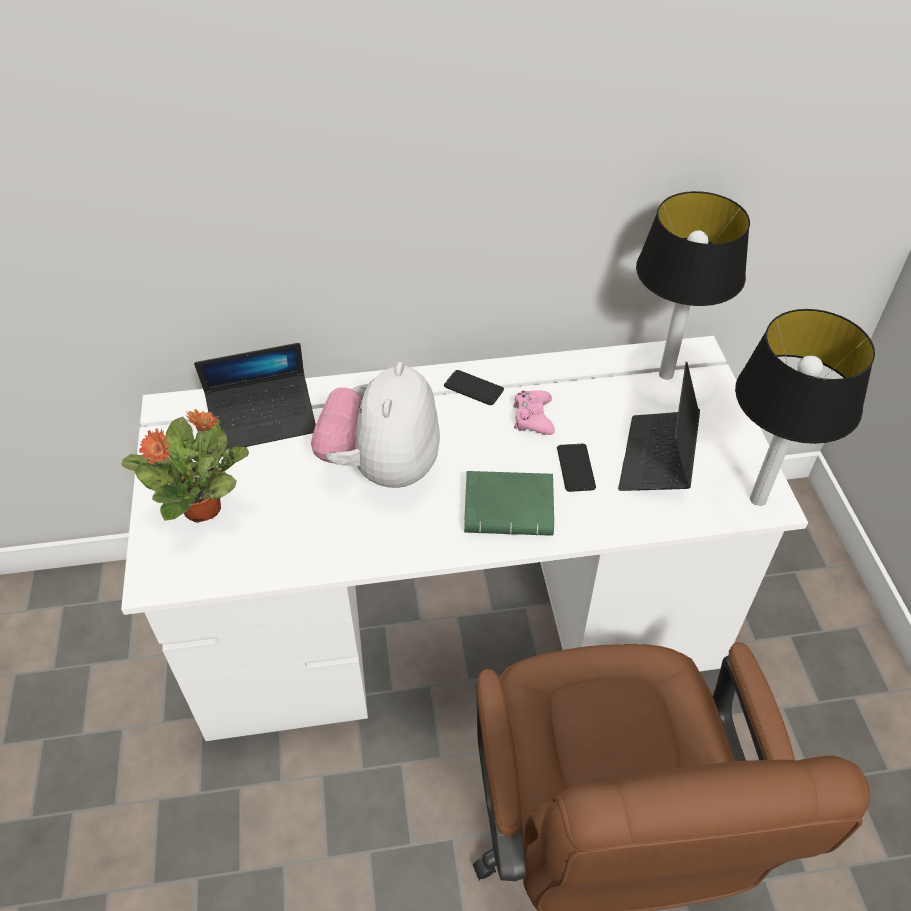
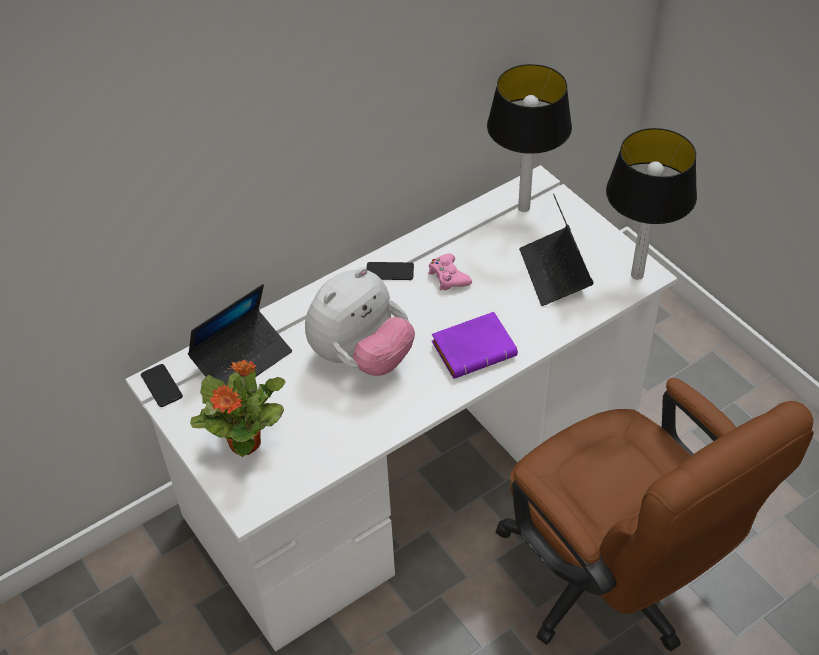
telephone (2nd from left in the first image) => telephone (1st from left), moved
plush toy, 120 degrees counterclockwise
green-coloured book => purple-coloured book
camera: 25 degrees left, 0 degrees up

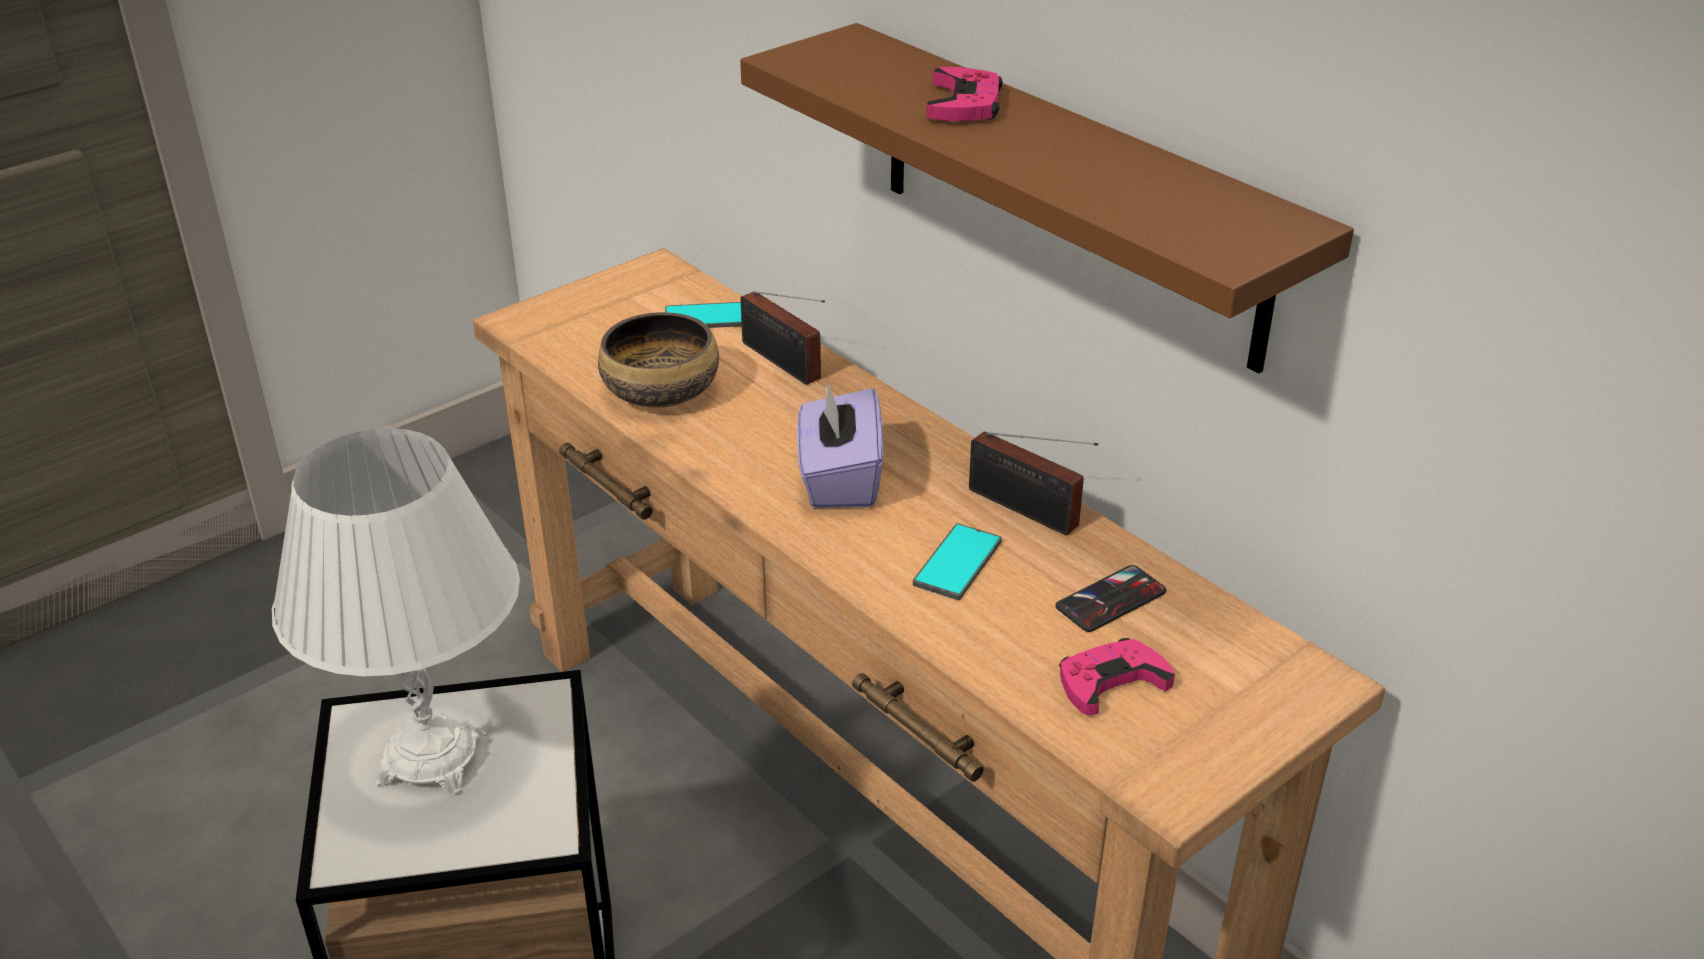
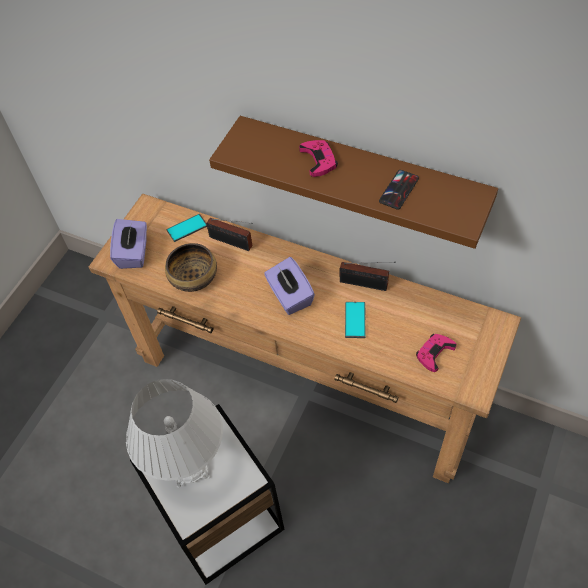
nothing => purple-coloured box of tissues (1st from left)
telephone (3rd from left), moved
camera: 20 degrees left, 20 degrees up

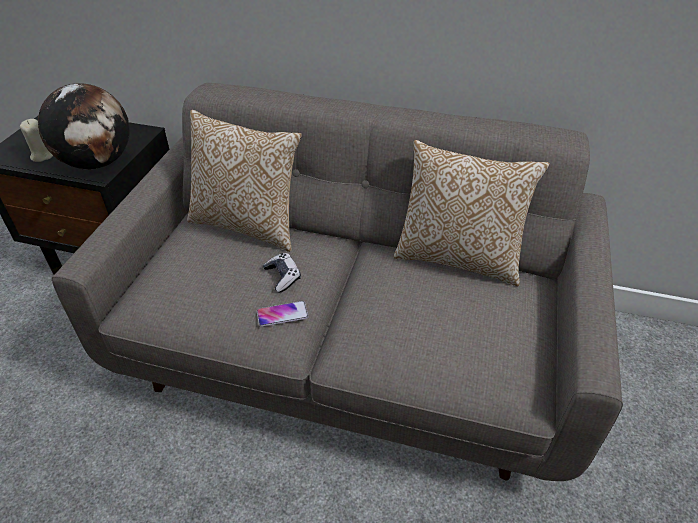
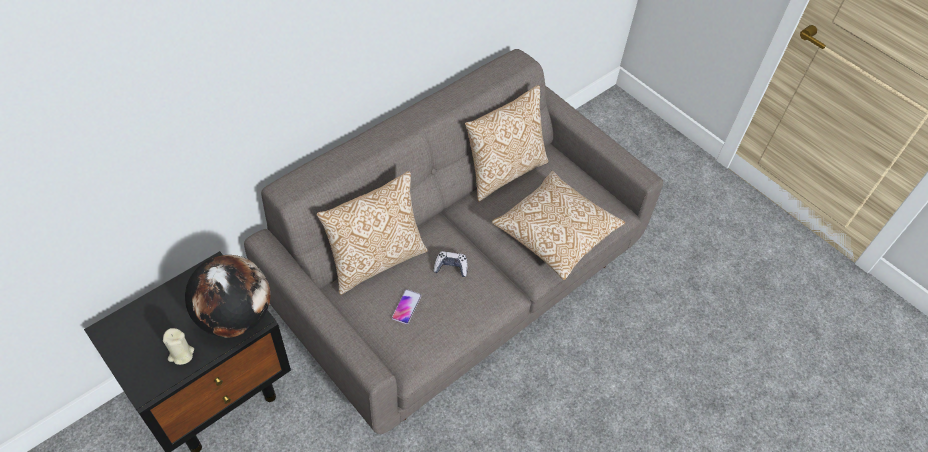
telephone, moved
nothing => pillow (3rd from left)
camera: 60 degrees left, 10 degrees up

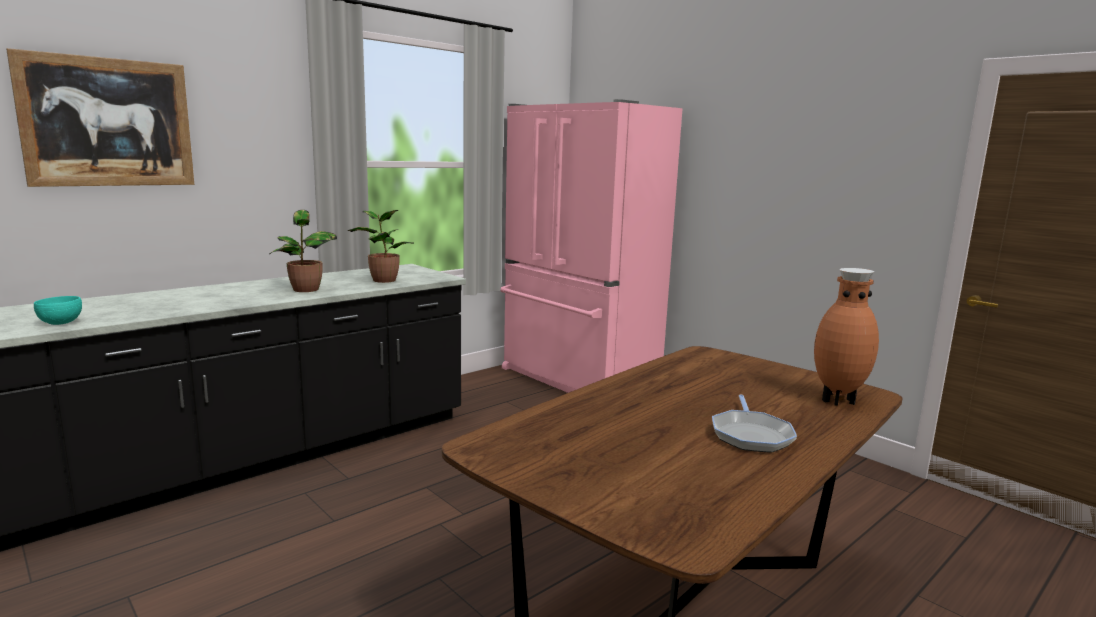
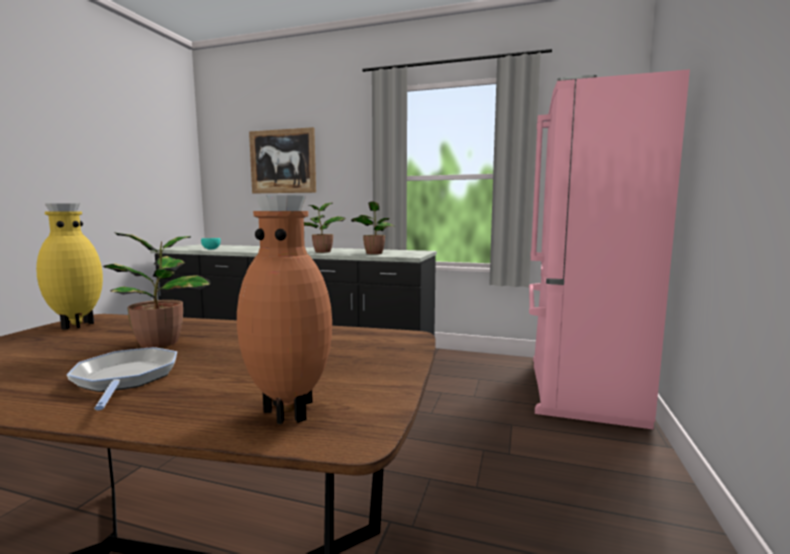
nothing => yellowish flower vase
pan, 90 degrees clockwise
nothing => potted plant (1st from left)
camera: 60 degrees right, 5 degrees down

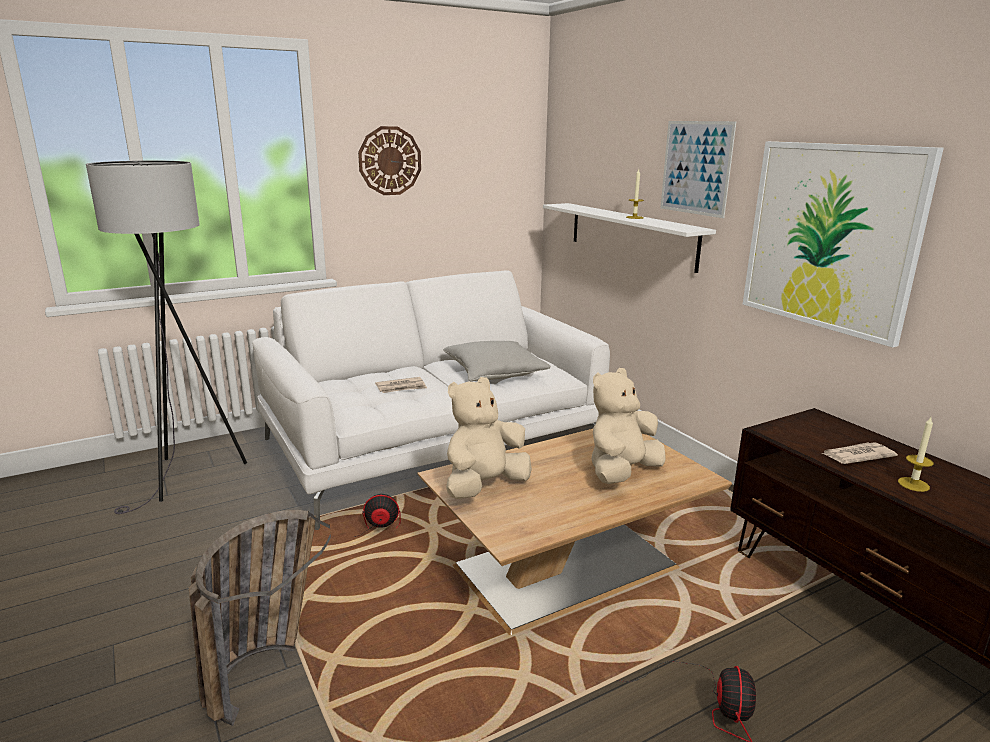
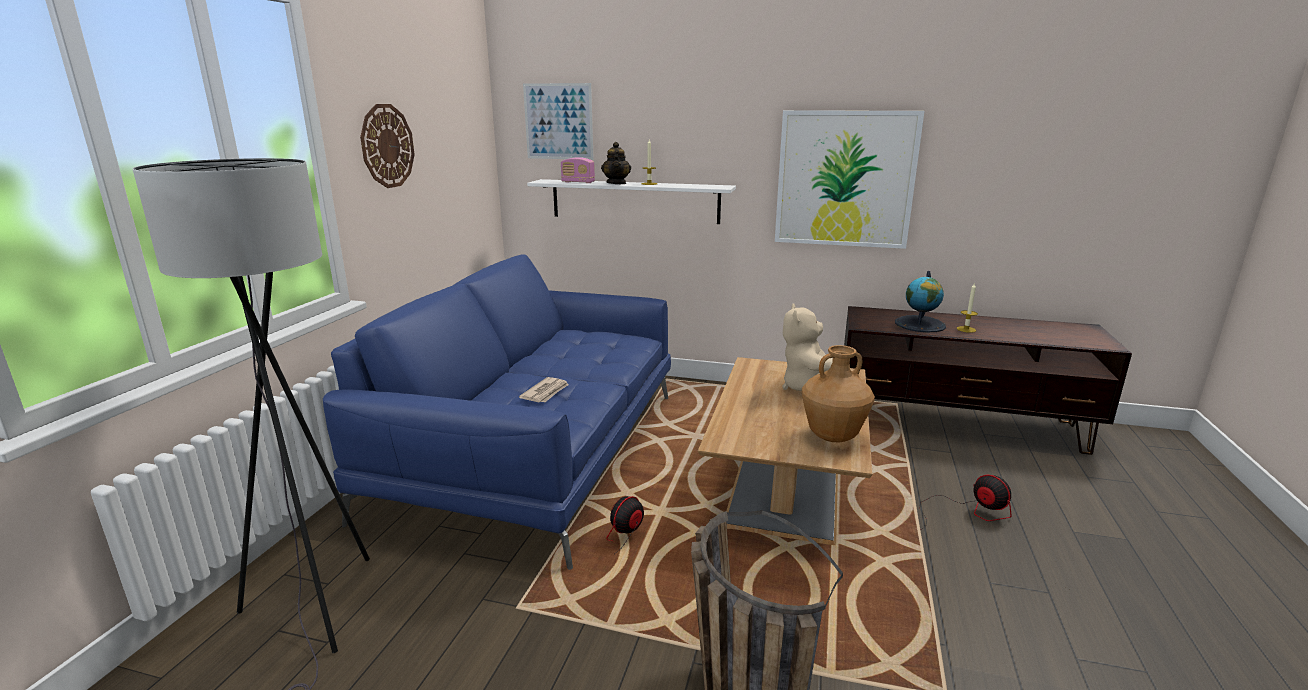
whitish settee => blue-coloured settee
wall art (1st from left), moved
nothing => radio receiver
nothing => tea pot
nothing => brownish flower vase
daily paper (2nd from left) => world globe
gray pillow => nothing
sand-coloured plush toy (1st from left) => nothing
camera: 45 degrees left, 0 degrees up

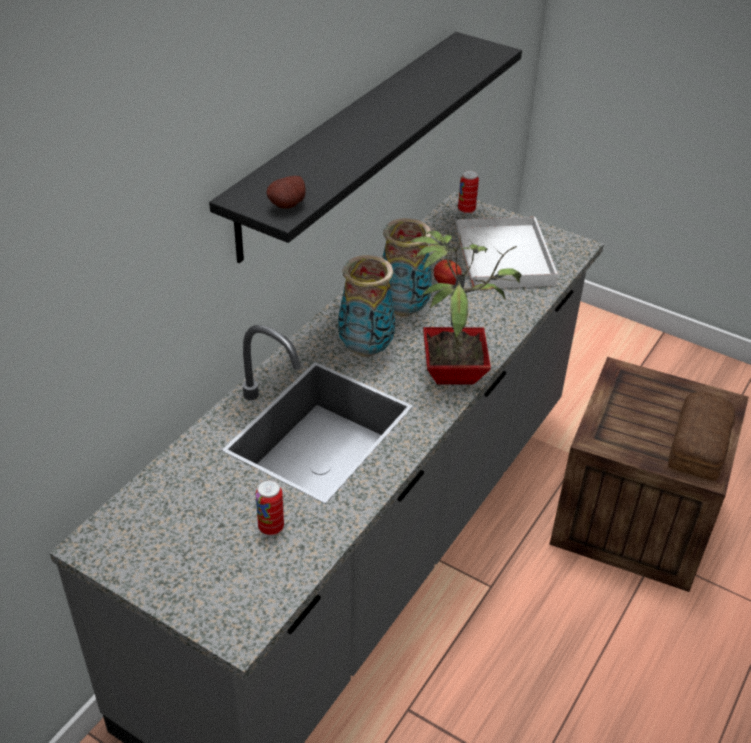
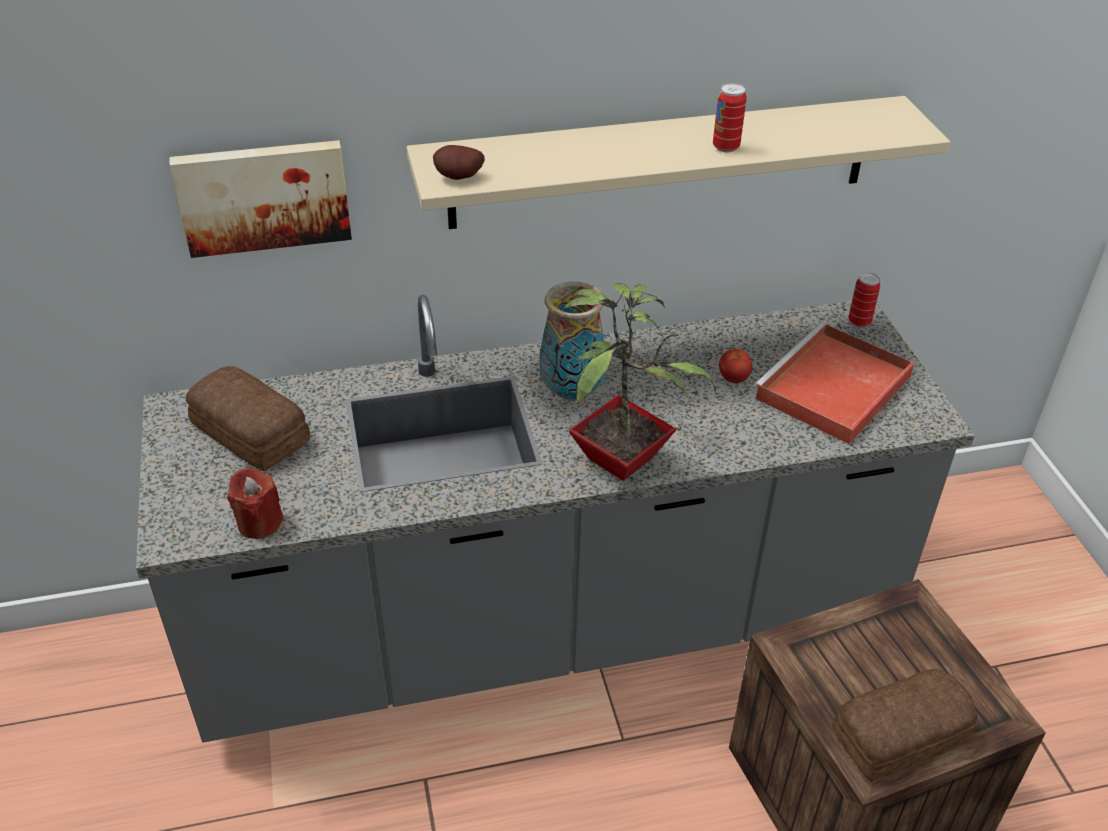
nothing => wall art
nothing => bakery bread (1st from left)
nothing => reddish candle
black shelf => sand-coloured shelf
sealed can (1st from left), moved
whitish carrying tray => reddish carrying tray
flower vase (2nd from left) => nothing
camera: 45 degrees right, 0 degrees up

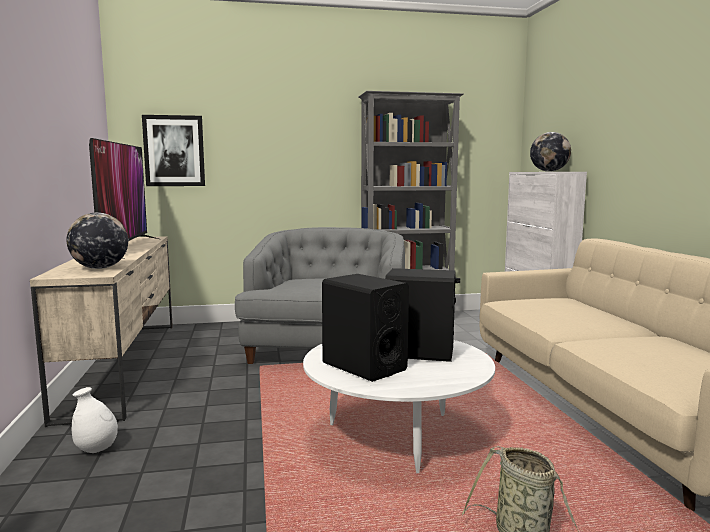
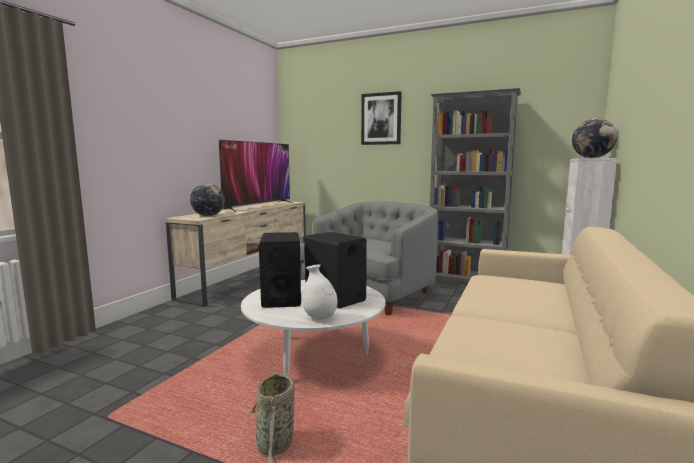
whitish flower vase, moved
wall art, moved
camera: 35 degrees right, 0 degrees up

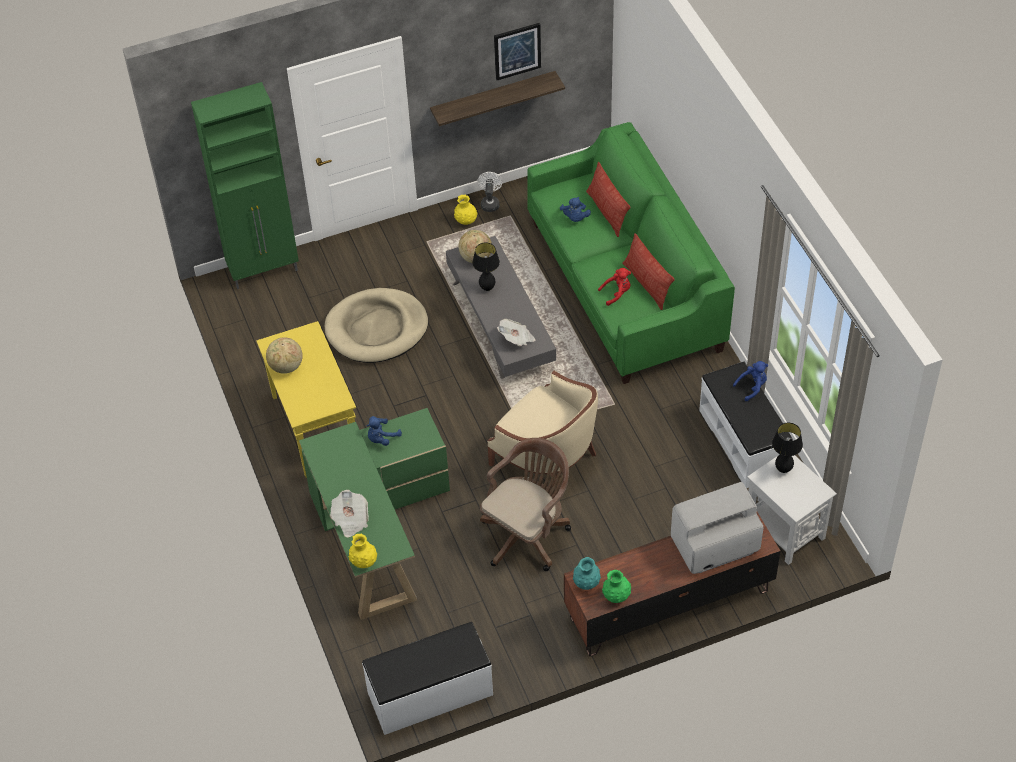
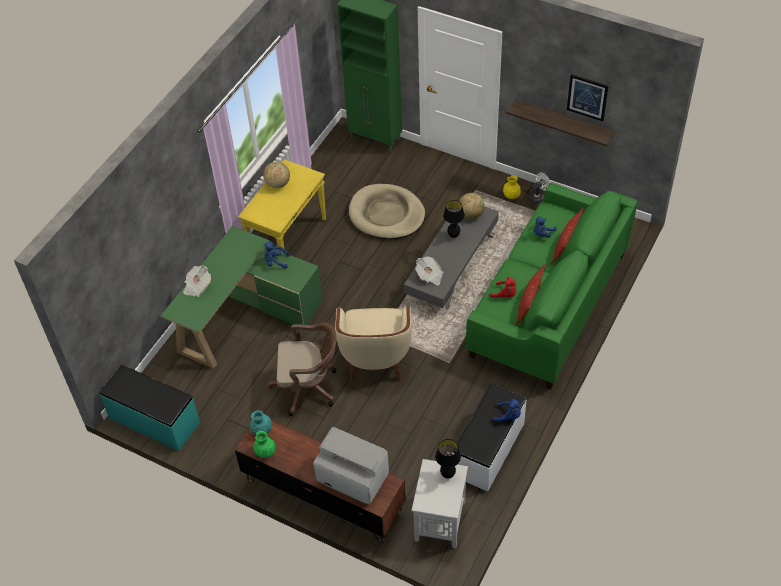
whitish indoor bench (1st from left) => turquoise-coloured indoor bench
yellowish flower vase (1st from left) => nothing
camera: 50 degrees right, 0 degrees up

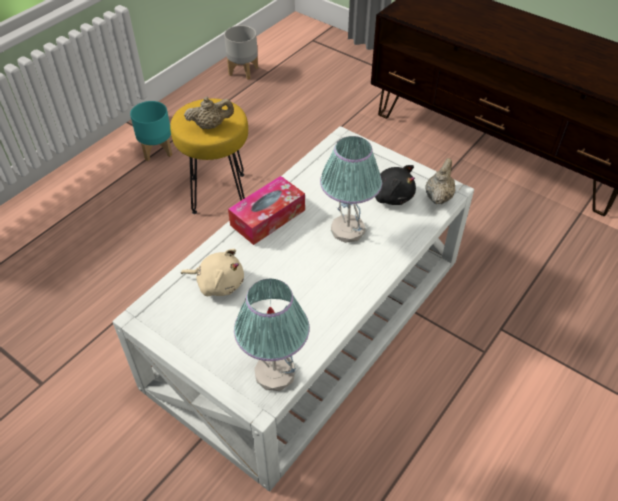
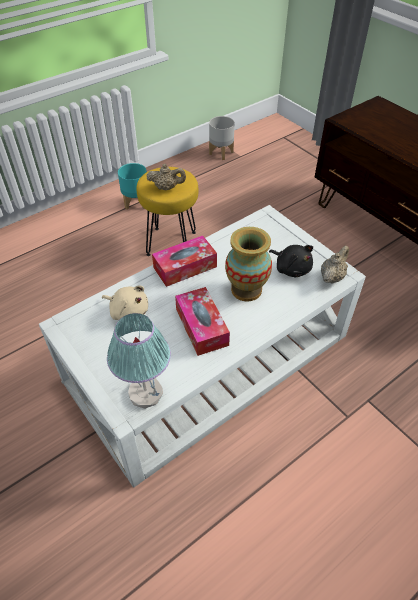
nothing => box of tissues (2nd from left)
table lamp (2nd from left) => flower vase
camera: 15 degrees right, 0 degrees up

